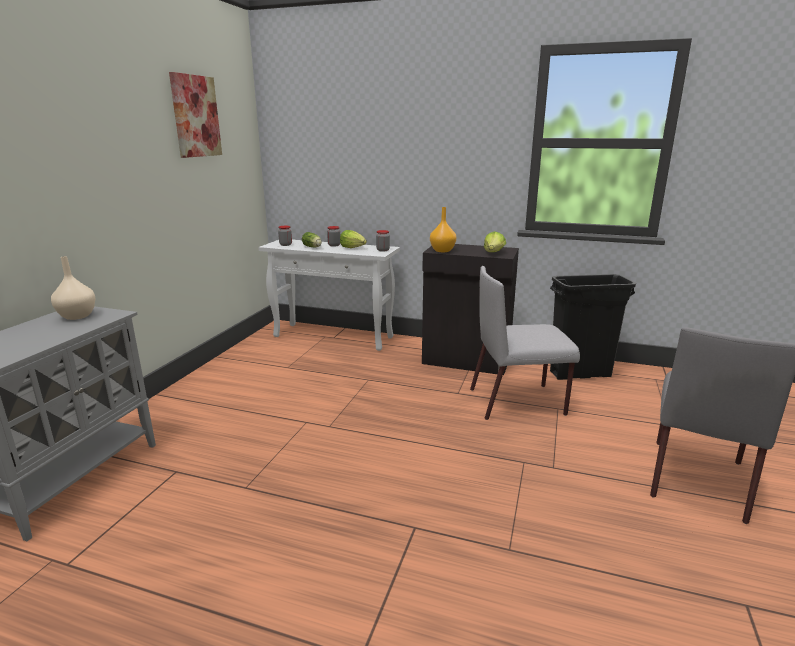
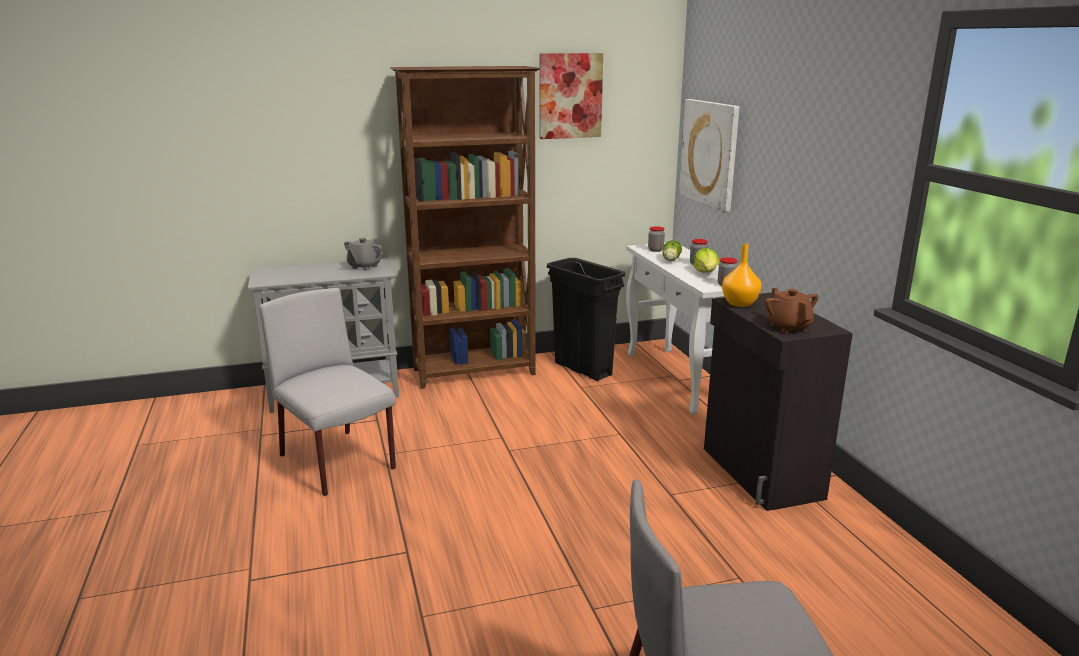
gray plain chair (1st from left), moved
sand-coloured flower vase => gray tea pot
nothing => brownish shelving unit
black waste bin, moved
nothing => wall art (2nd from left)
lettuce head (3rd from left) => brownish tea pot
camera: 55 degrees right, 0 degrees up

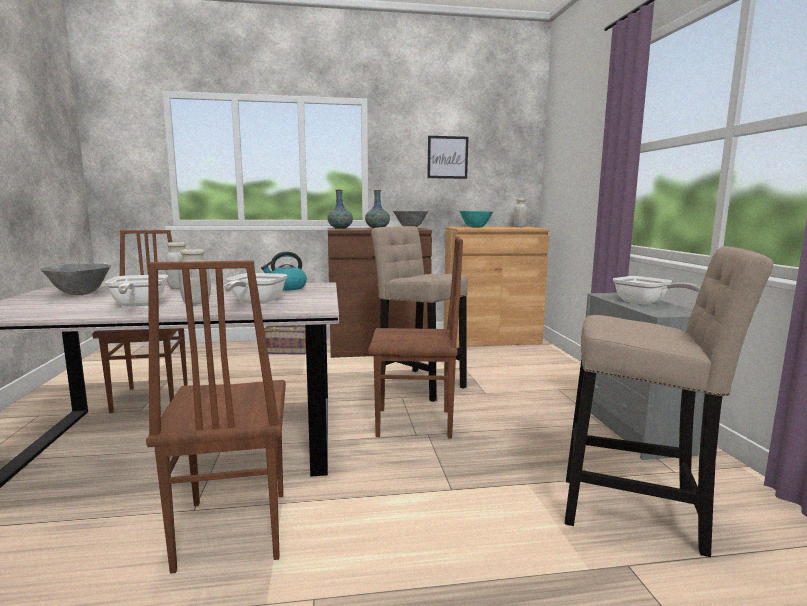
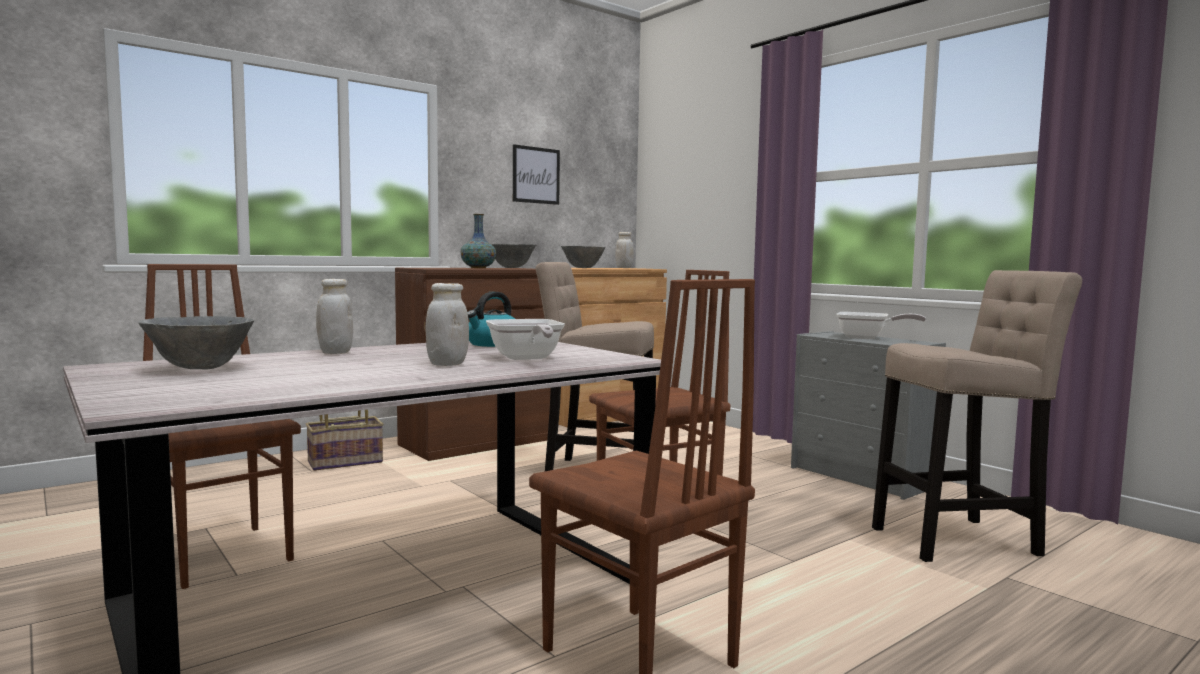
turquoise-coloured serving bowl => gray serving bowl (3rd from left)
pan (1st from left) => nothing
flower vase (1st from left) => nothing
camera: 30 degrees left, 5 degrees down

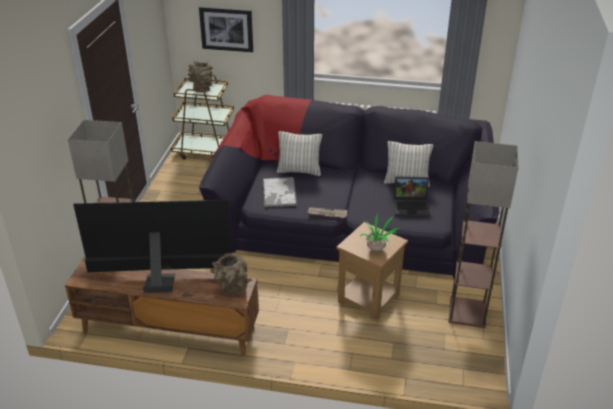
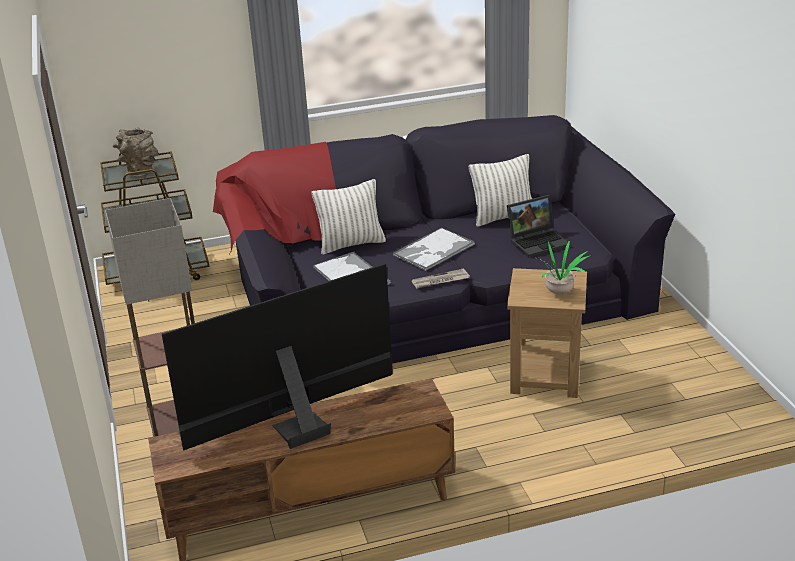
nothing => carrying tray (2nd from left)
wall art => nothing
brownish flower vase (2nd from left) => nothing
floor lamp (2nd from left) => nothing
camera: 25 degrees left, 5 degrees down

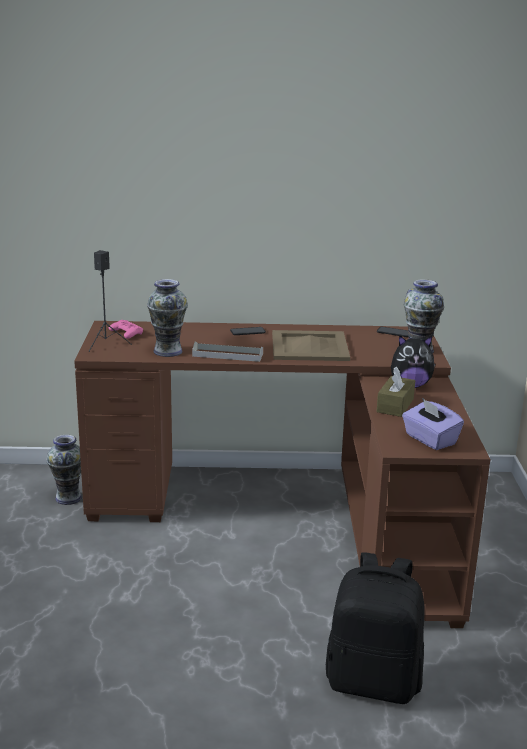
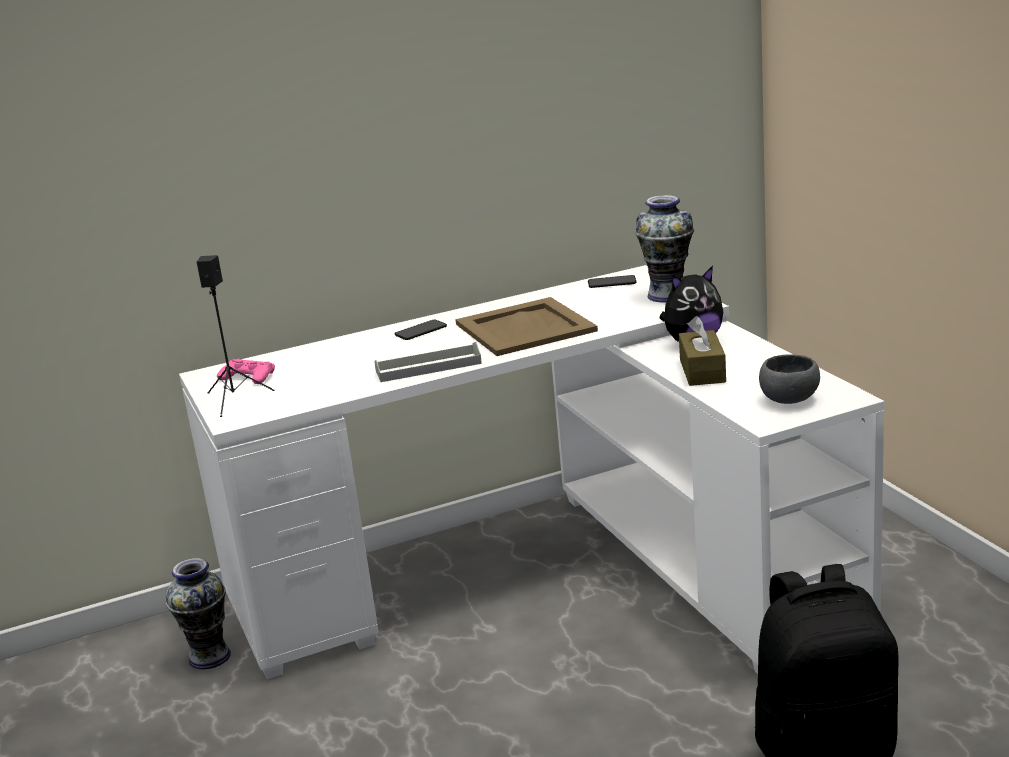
brownish desk => whitish desk
purple-coloured box of tissues => gray serving bowl
flower vase (2nd from left) => nothing
camera: 20 degrees left, 0 degrees up

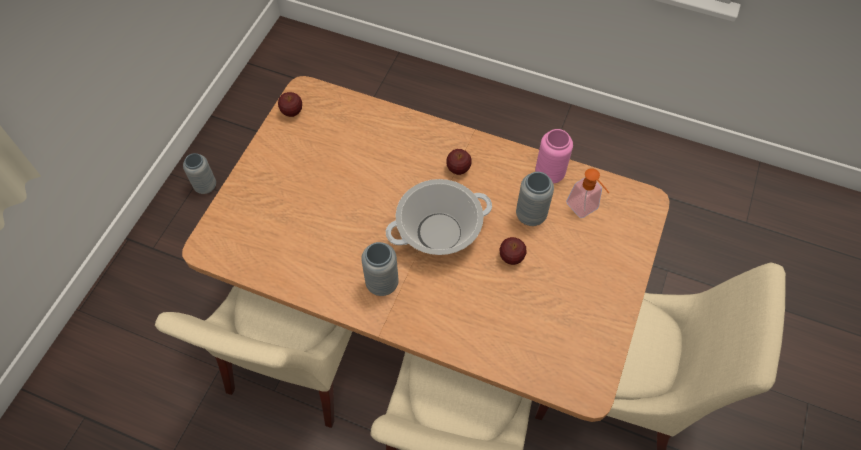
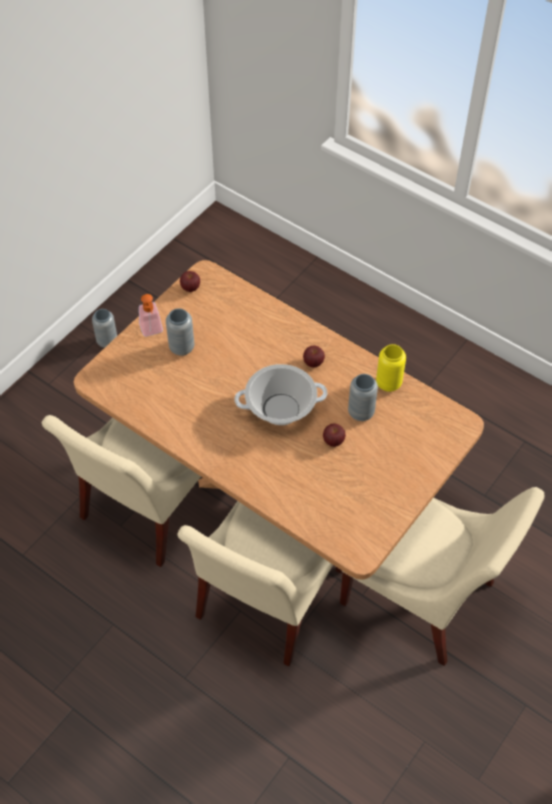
soap bottle, moved
gray flower vase (2nd from left), moved
pinkish flower vase => yellowish flower vase
camera: 15 degrees right, 5 degrees down

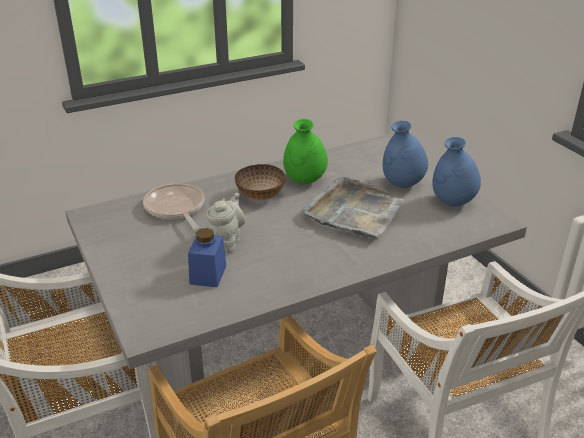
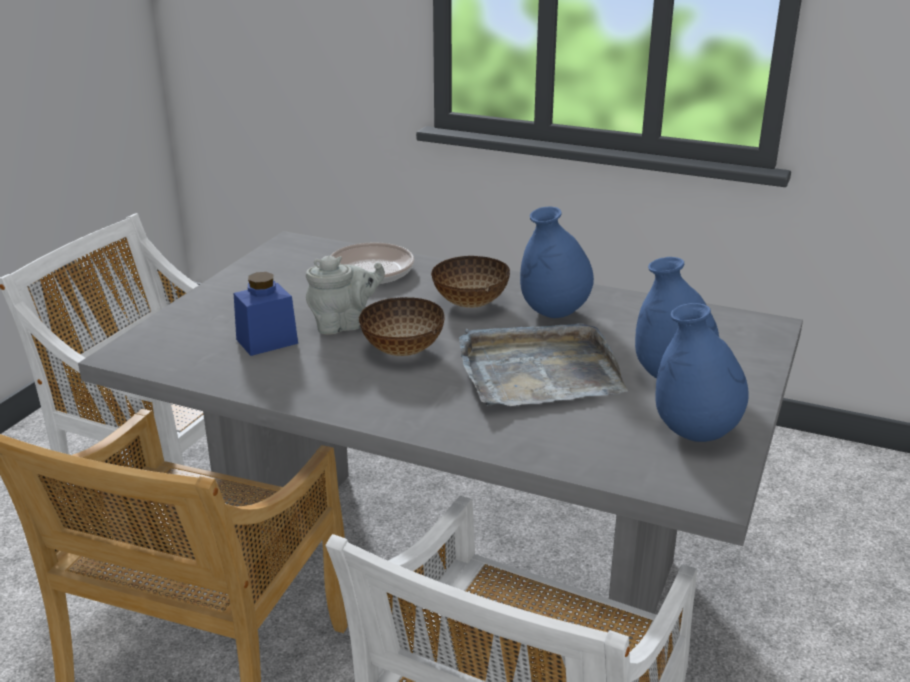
nothing => serving bowl (1st from left)
green-coloured flower vase => blue-coloured flower vase (1st from left)
camera: 50 degrees right, 5 degrees down

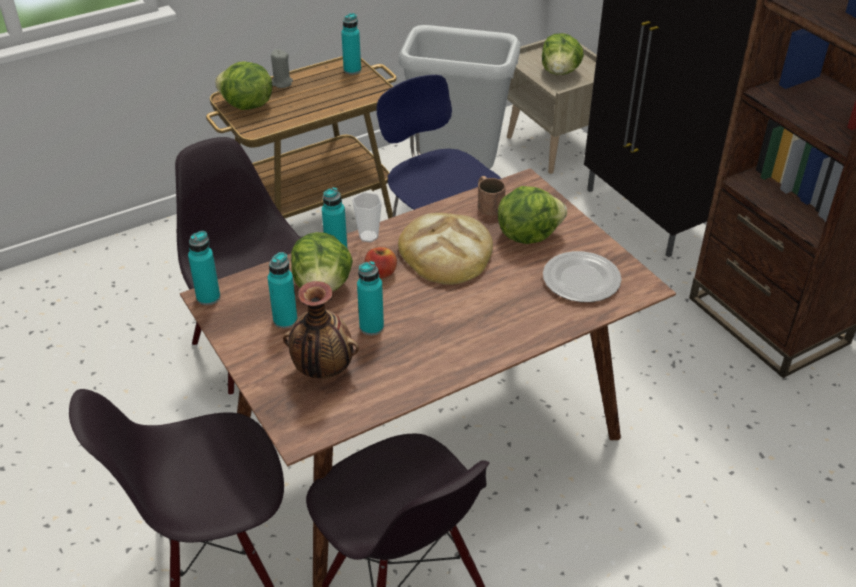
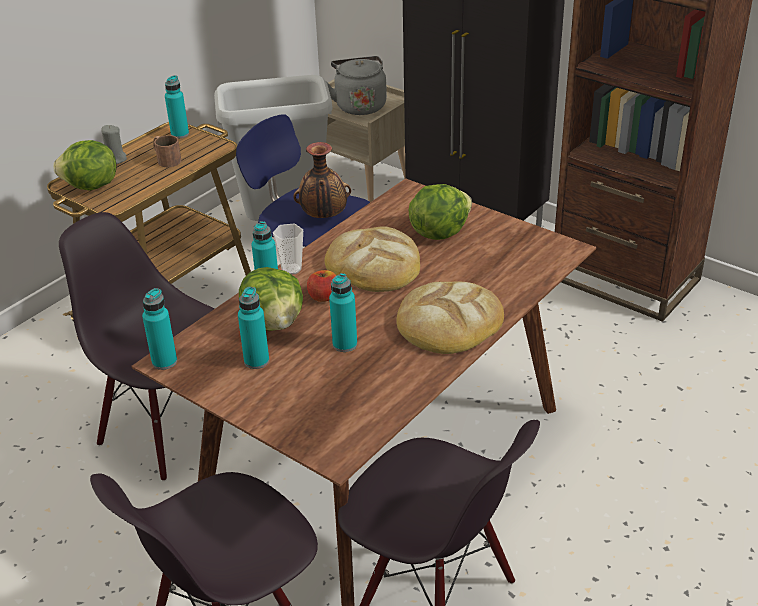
brownish mug, moved
flower vase, moved
lettuce head (4th from left) => gray tea kettle
nothing => bakery bread (2nd from left)
plate => nothing
camera: 20 degrees left, 5 degrees down

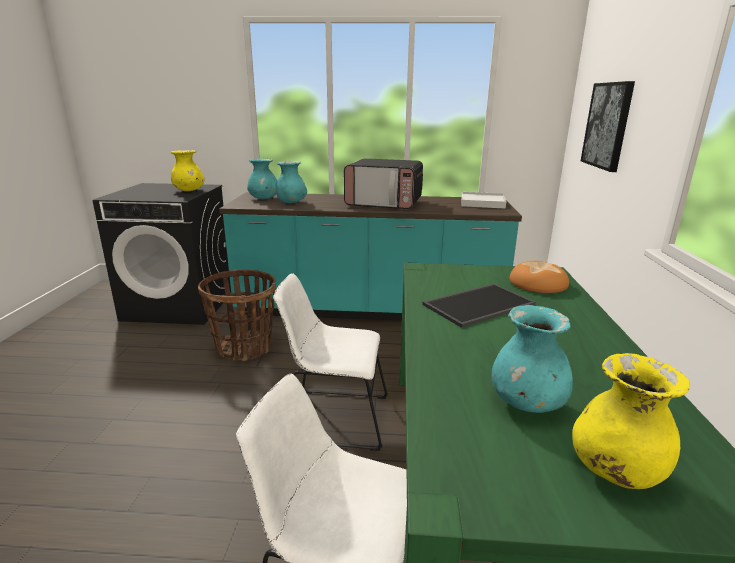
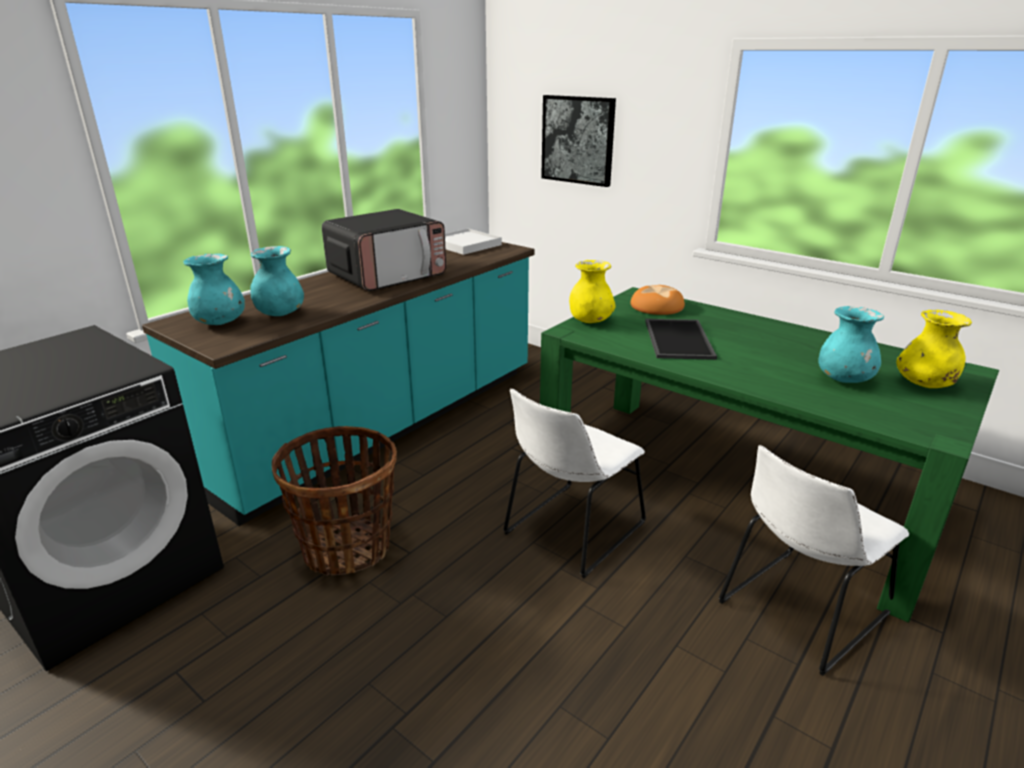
yellowish flower vase (1st from left), moved
camera: 55 degrees left, 5 degrees up

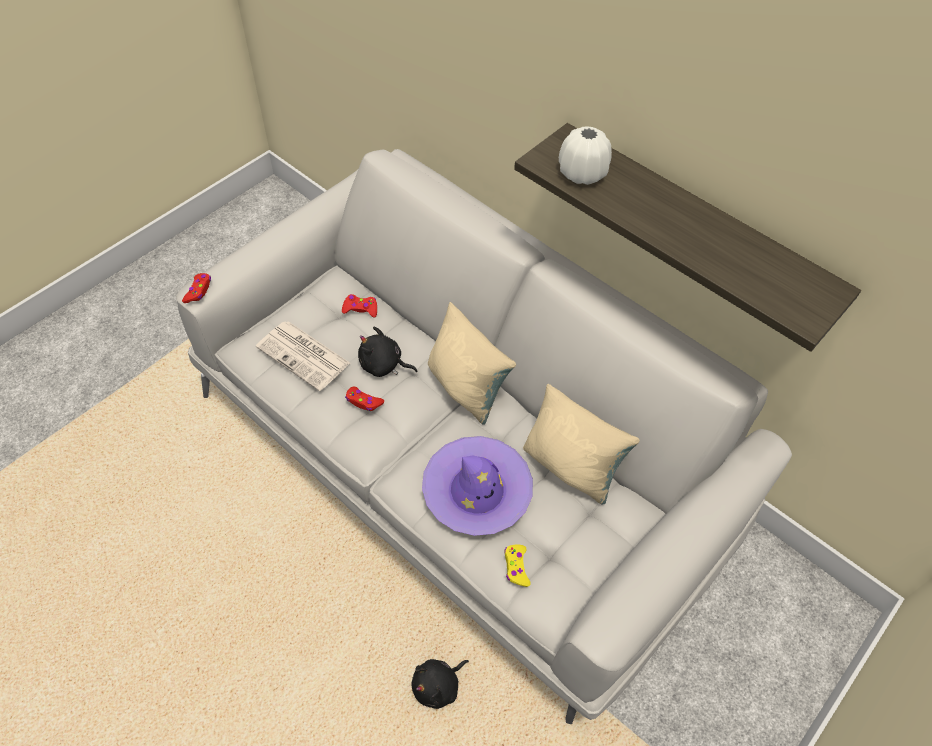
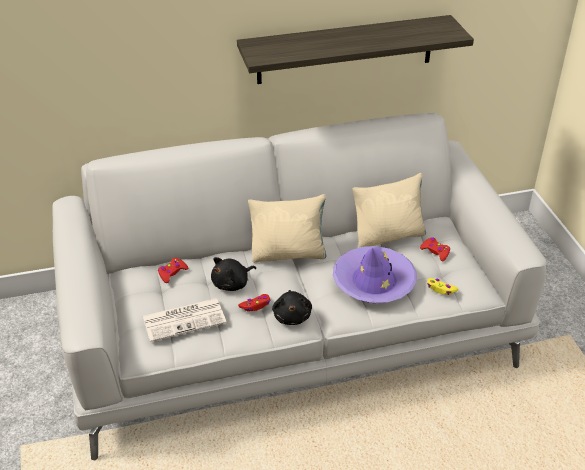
black plush toy (2nd from left), moved
reddish game controller (1st from left in the first image) => reddish game controller (3rd from left), moved
whitish flower vase => nothing
camera: 55 degrees left, 15 degrees down

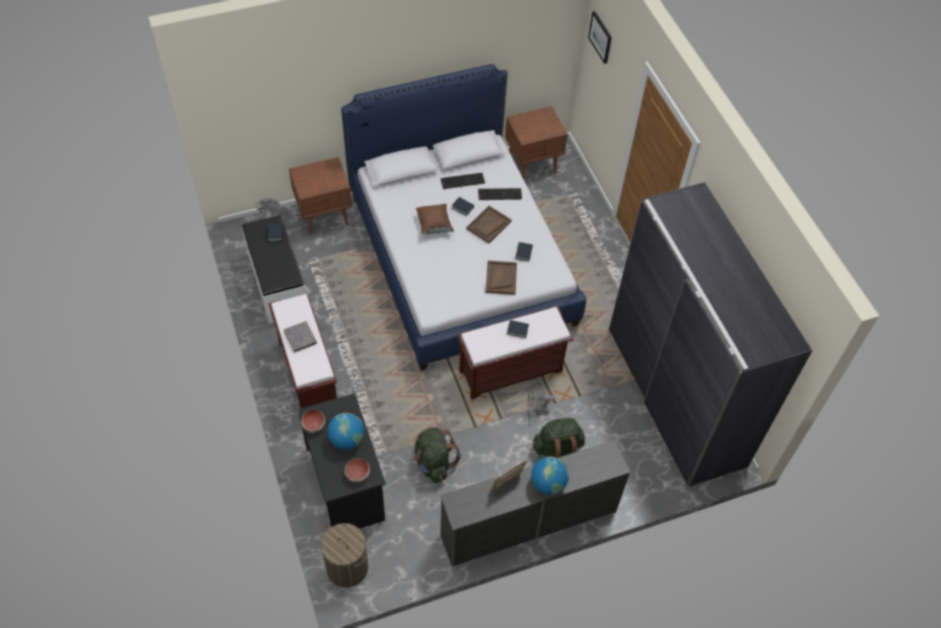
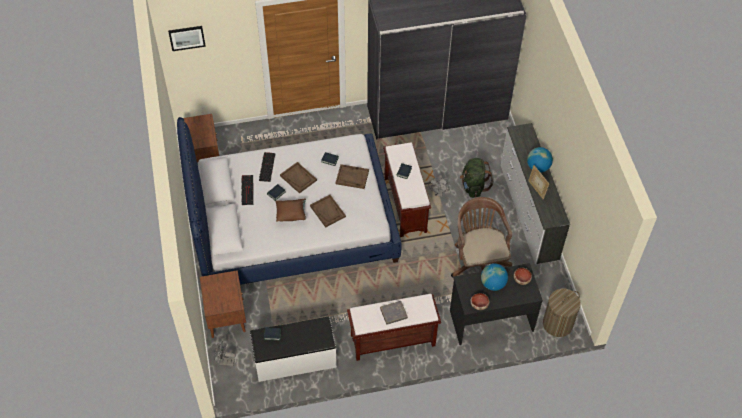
nothing => brownish carrying tray (2nd from left)
green-coloured backpack (1st from left) => brownish computer chair
camera: 80 degrees left, 0 degrees up

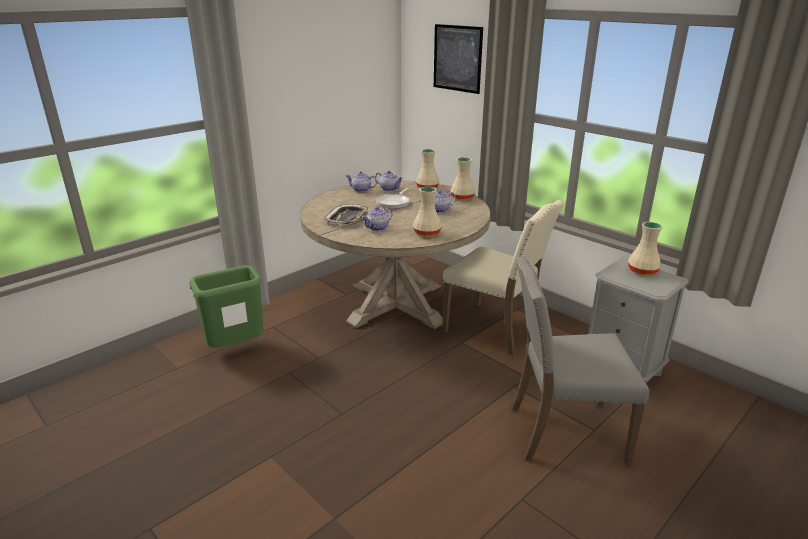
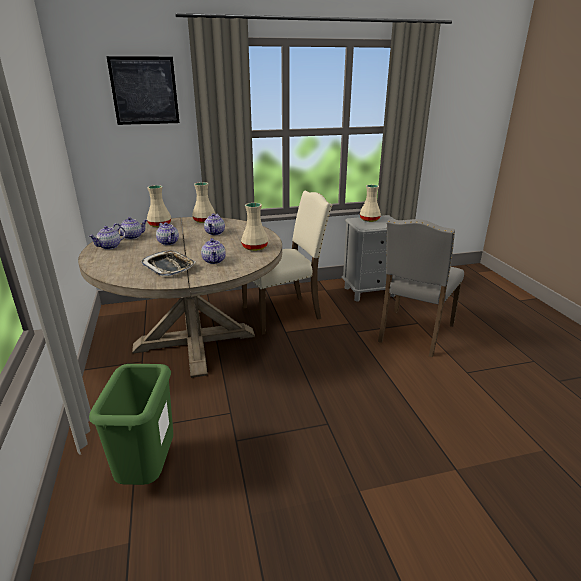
pan => tea pot (3rd from left)
camera: 60 degrees left, 0 degrees up

